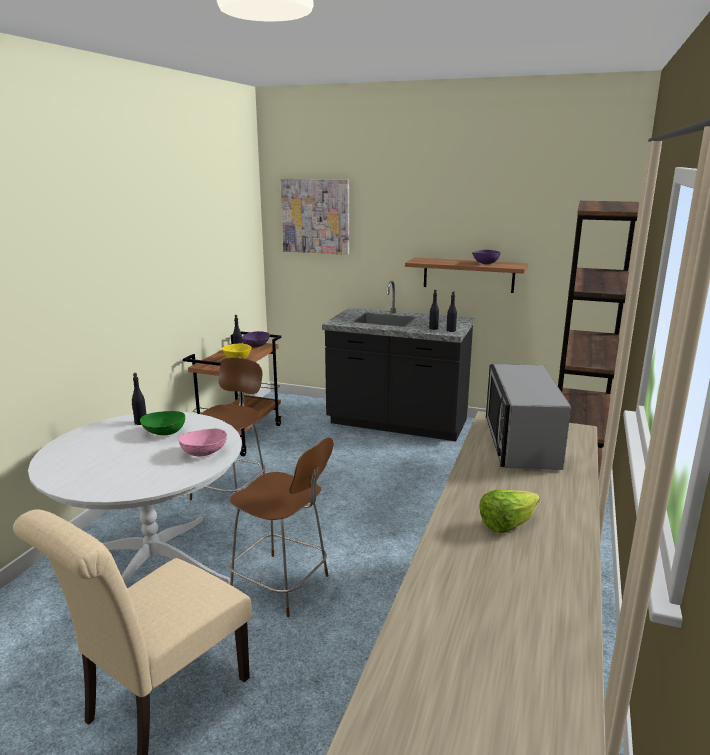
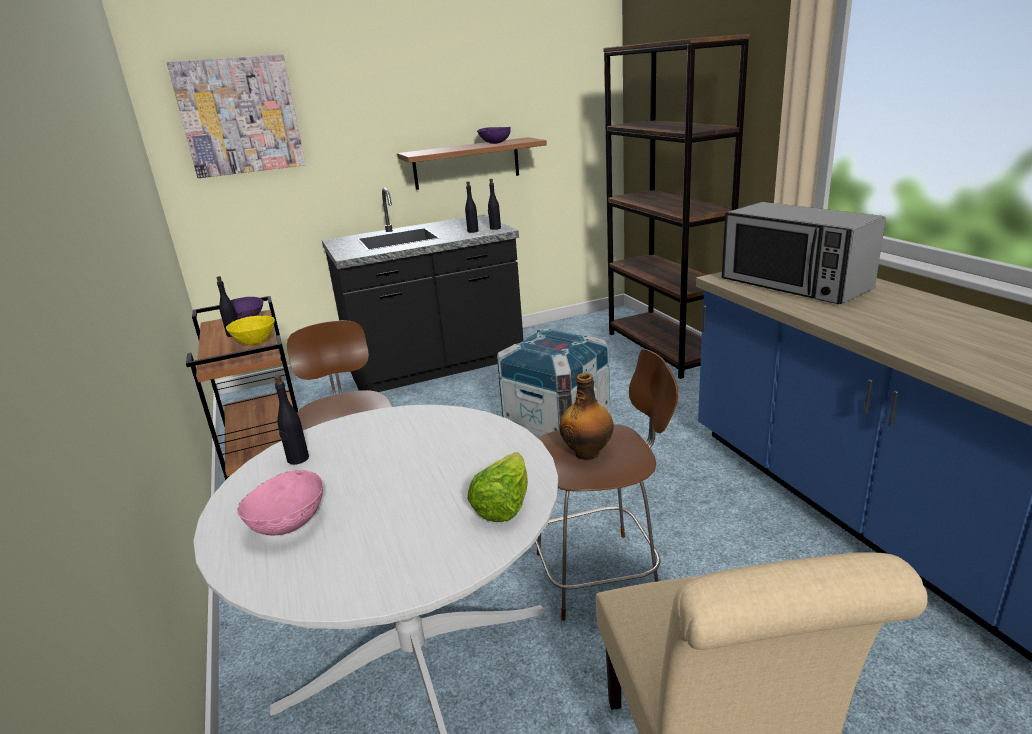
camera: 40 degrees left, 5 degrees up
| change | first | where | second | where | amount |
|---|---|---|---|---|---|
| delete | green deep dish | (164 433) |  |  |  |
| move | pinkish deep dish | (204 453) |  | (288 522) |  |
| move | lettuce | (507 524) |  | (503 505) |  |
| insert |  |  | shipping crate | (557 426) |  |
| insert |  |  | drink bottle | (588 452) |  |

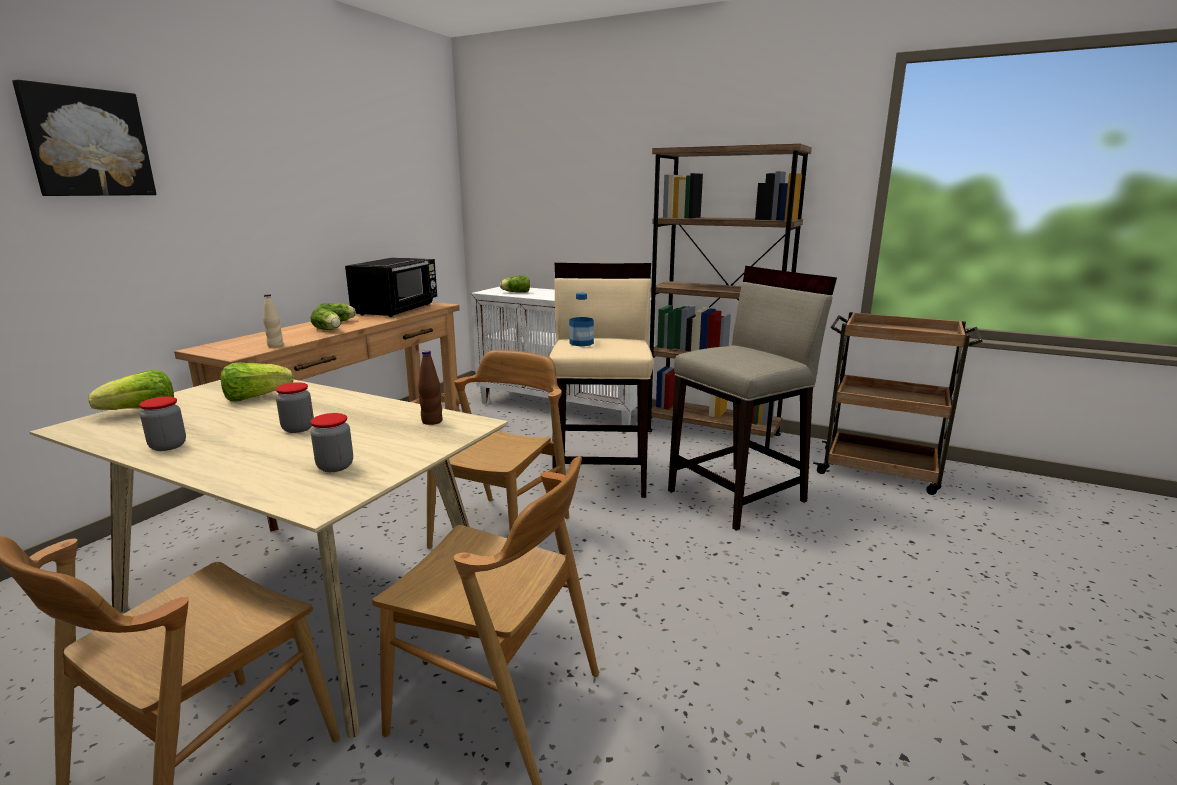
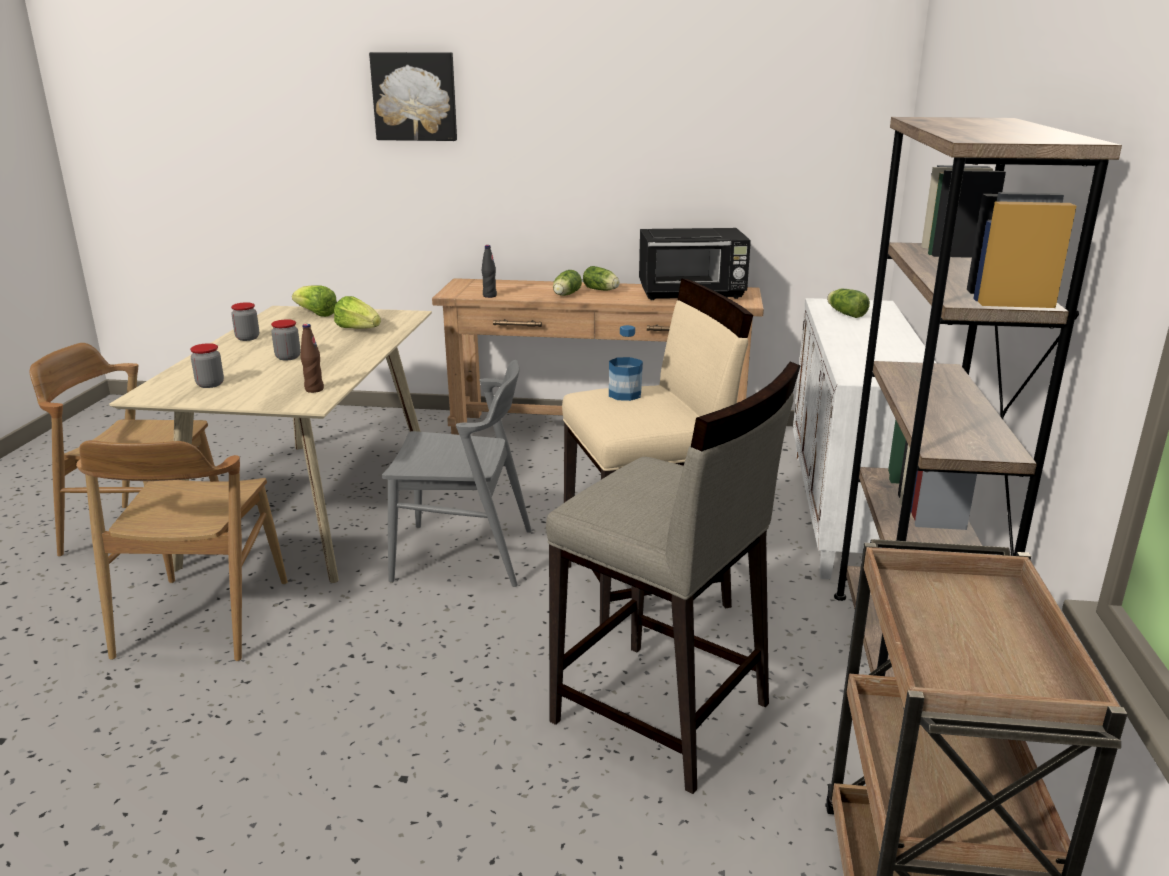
camera: 70 degrees right, 5 degrees up
| change | first | where | second | where | amount |
|---|---|---|---|---|---|
| recolor | sand-coloured drink bottle | (275 346) | black drink bottle | (489 296) |  |
| recolor | brownish plain chair | (502 532) | gray plain chair | (464 555) |  |

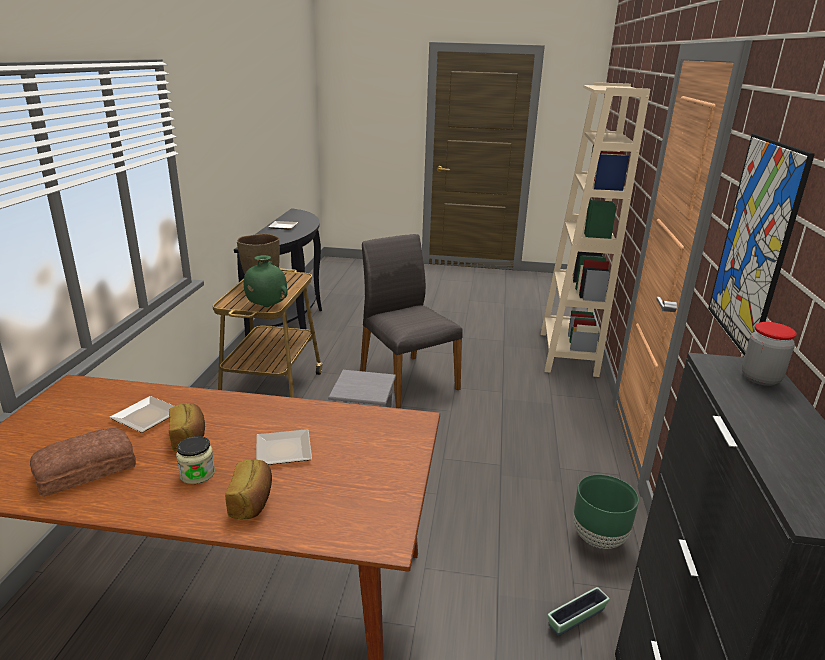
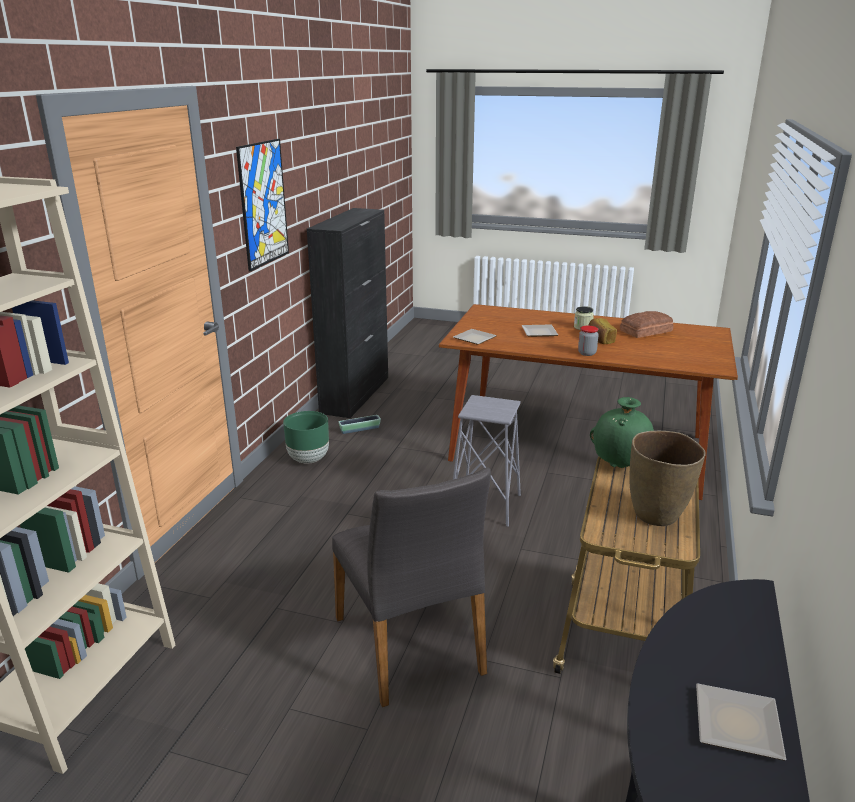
camera: 170 degrees left, 0 degrees up
| change | first | where | second | where | amount |
|---|---|---|---|---|---|
| move | storage jar | (760 378) |  | (587 353) |  |
| move | dinner plate | (149 417) |  | (473 339) |  |
| delete | baked bread | (252 501) |  |  |  |

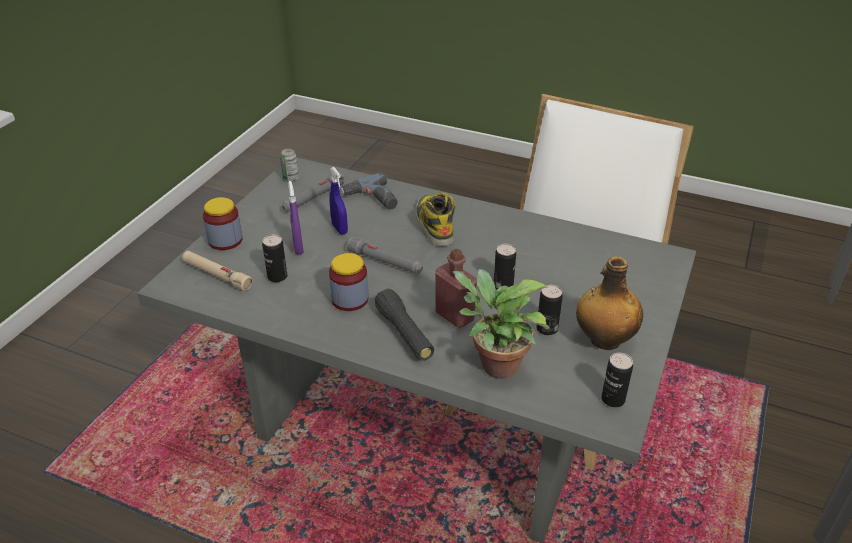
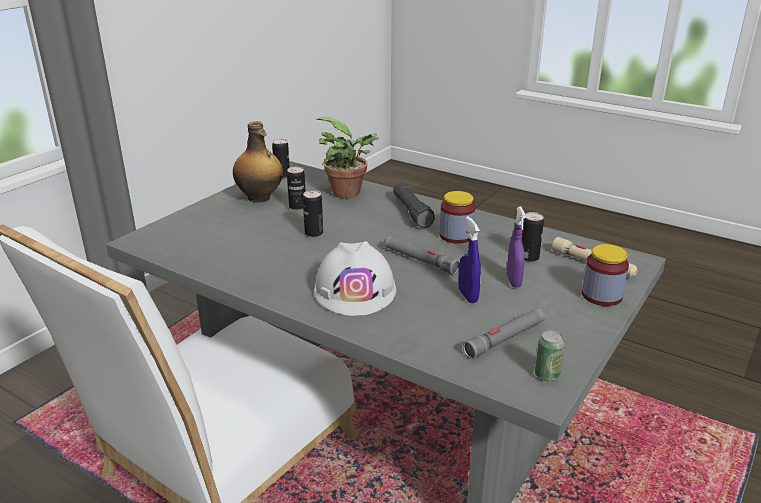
camera: 170 degrees left, 10 degrees down
| change | first | where | second | where | amount |
|---|---|---|---|---|---|
| delete | electric drill | (371 200) |  |  |  |
| replace | tall boot | (434 224) | white-coloured hard hat | (355 291) |  |
| delete | reddish drink bottle | (454 316) |  |  |  |

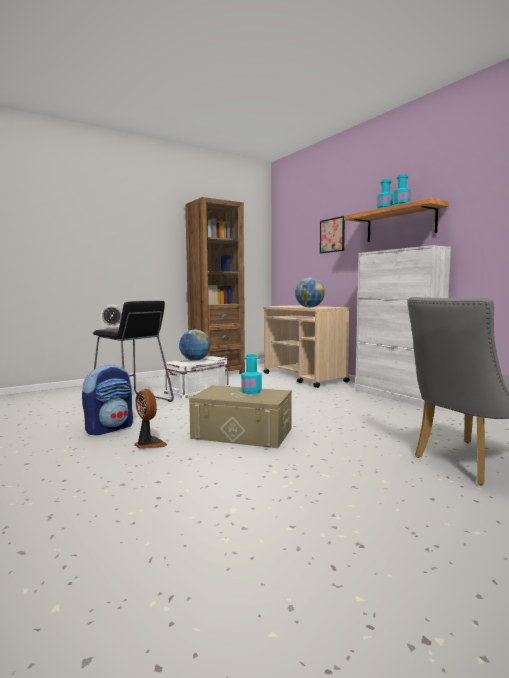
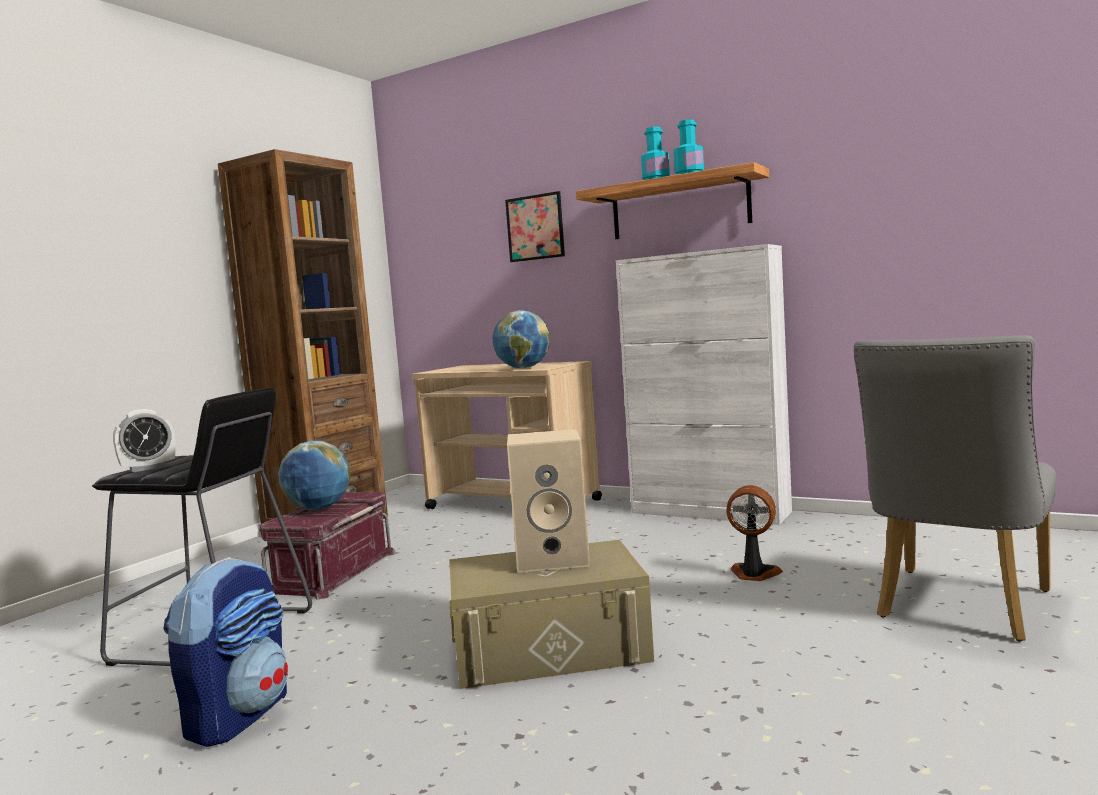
camera: 25 degrees left, 0 degrees up
| change | first | where | second | where | amount |
|---|---|---|---|---|---|
| replace | turquoise-coloured drink bottle | (251 392) | sand-coloured speaker | (554 558) |  |
| recolor | white-coloured storage box | (197 389) | reddish storage box | (331 572) |  |
| move | cooling fan | (149 444) |  | (754 574) |  |

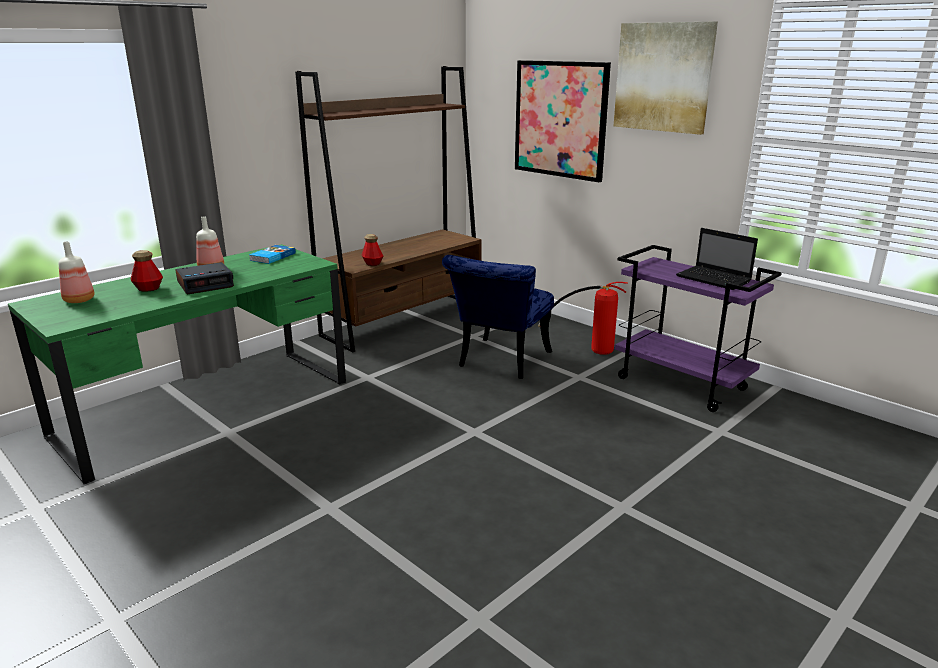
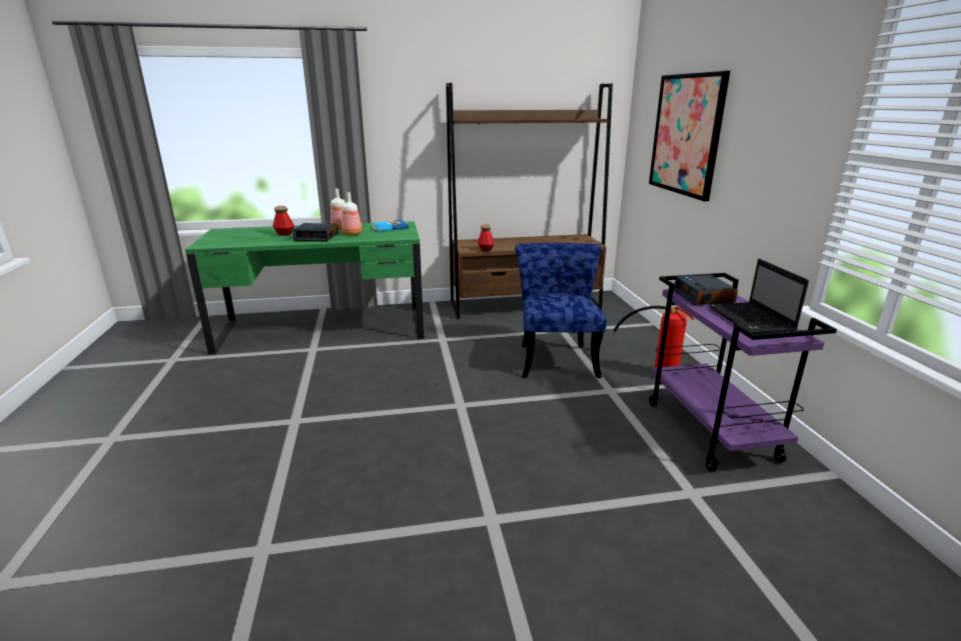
camera: 35 degrees right, 0 degrees up
| change | first | where | second | where | amount |
|---|---|---|---|---|---|
| delete | wall picture | (663 77) |  |  |  |
| move | drink bottle | (78 300) |  | (352 234) |  |
| rotate | bluish plain chair | (499 362) |  | (556 357) | 120 degrees clockwise |
| insert |  |  | table clock | (703 296) |  |

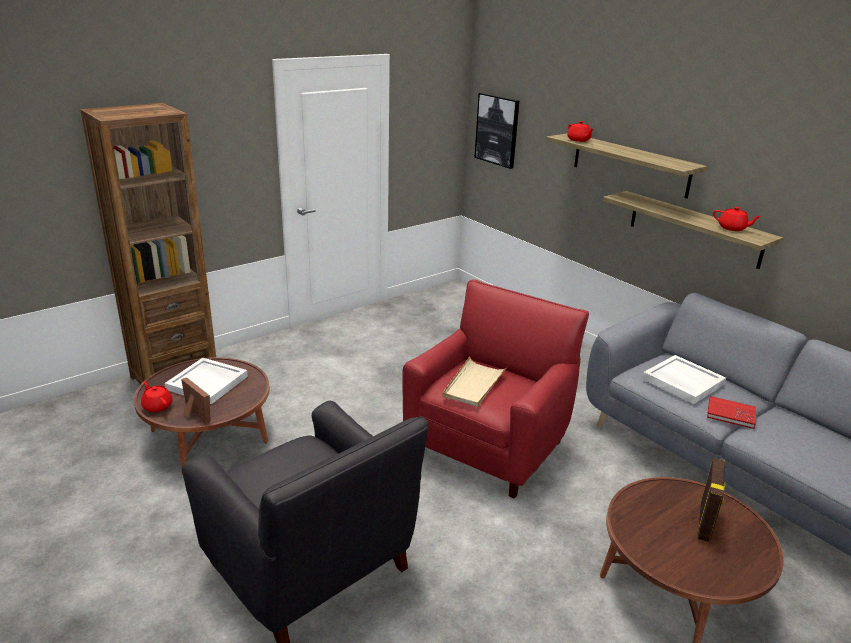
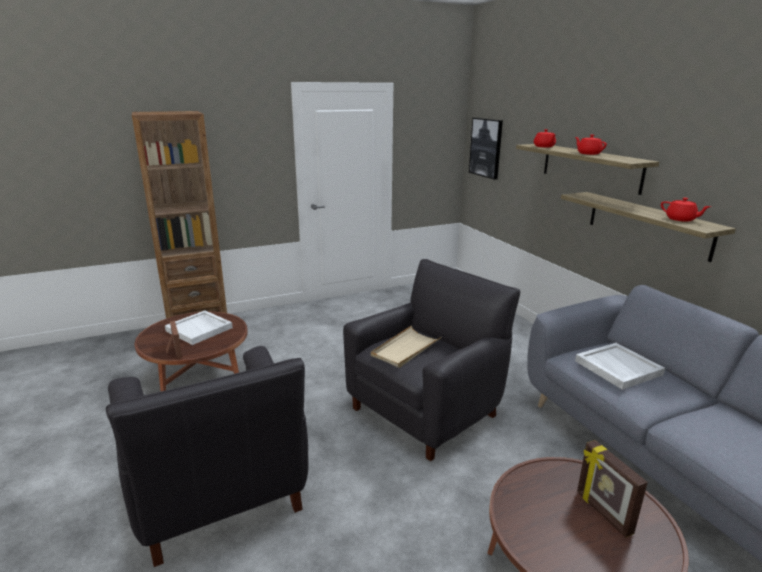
camera: 15 degrees right, 5 degrees down
| change | first | where | second | where | amount |
|---|---|---|---|---|---|
| recolor | reddish lounge chair | (489 446) | black lounge chair | (426 411) |  |
| move | reddish teapot | (157 406) |  | (588 153) |  |
| delete | reddish book | (730 414) |  |  |  |
| rotate | standing frame | (705 522) |  | (603 512) | 120 degrees clockwise |

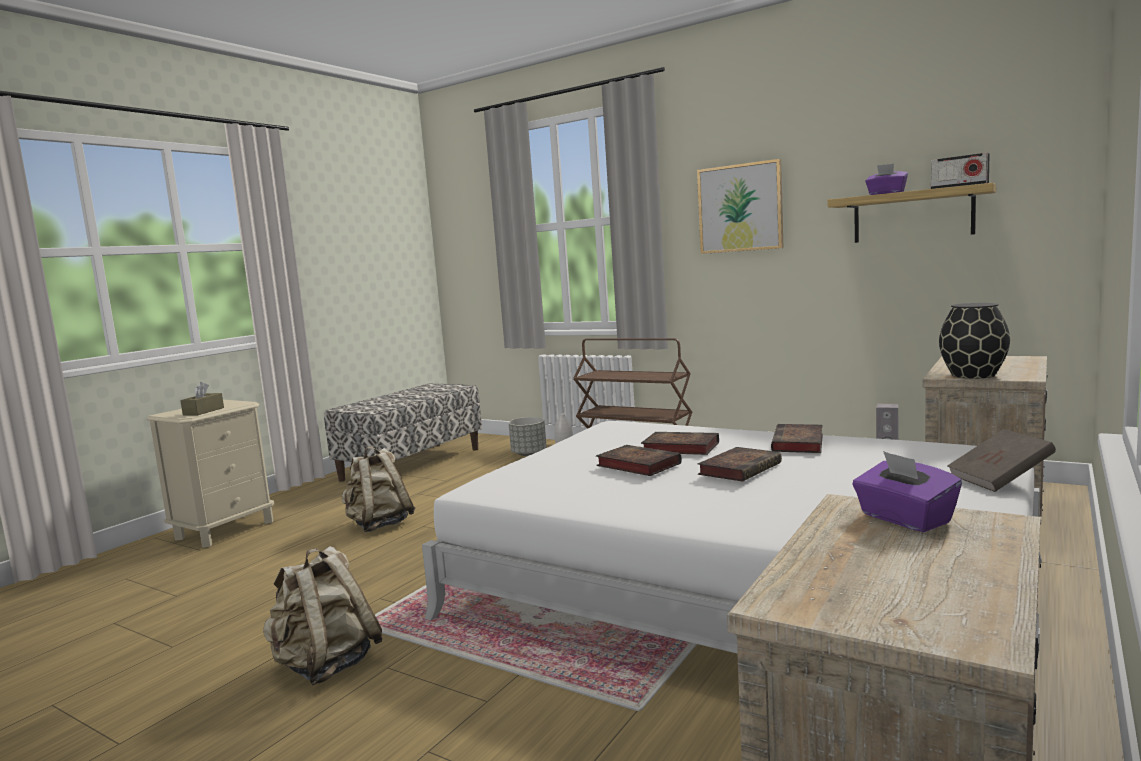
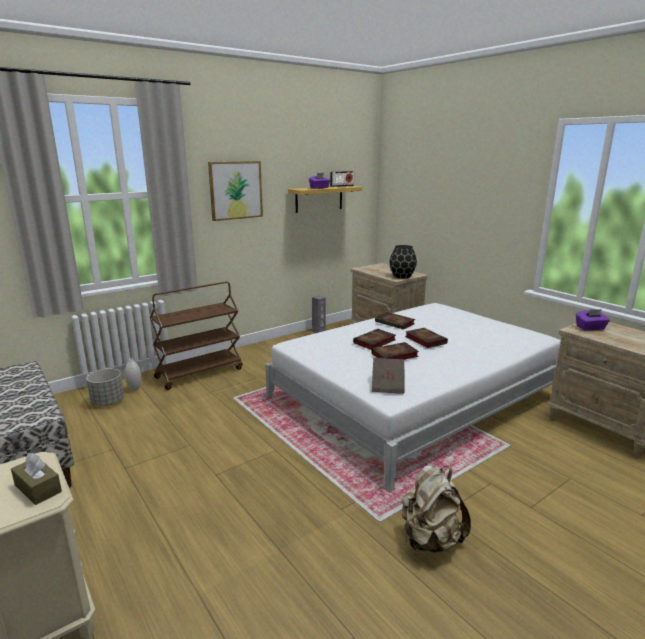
camera: 70 degrees left, 10 degrees up
| change | first | where | second | where | amount |
|---|---|---|---|---|---|
| move | brownish book | (999 479) |  | (387 385) |  |
| delete | sand-coloured rucksack | (379 525) |  |  |  |

